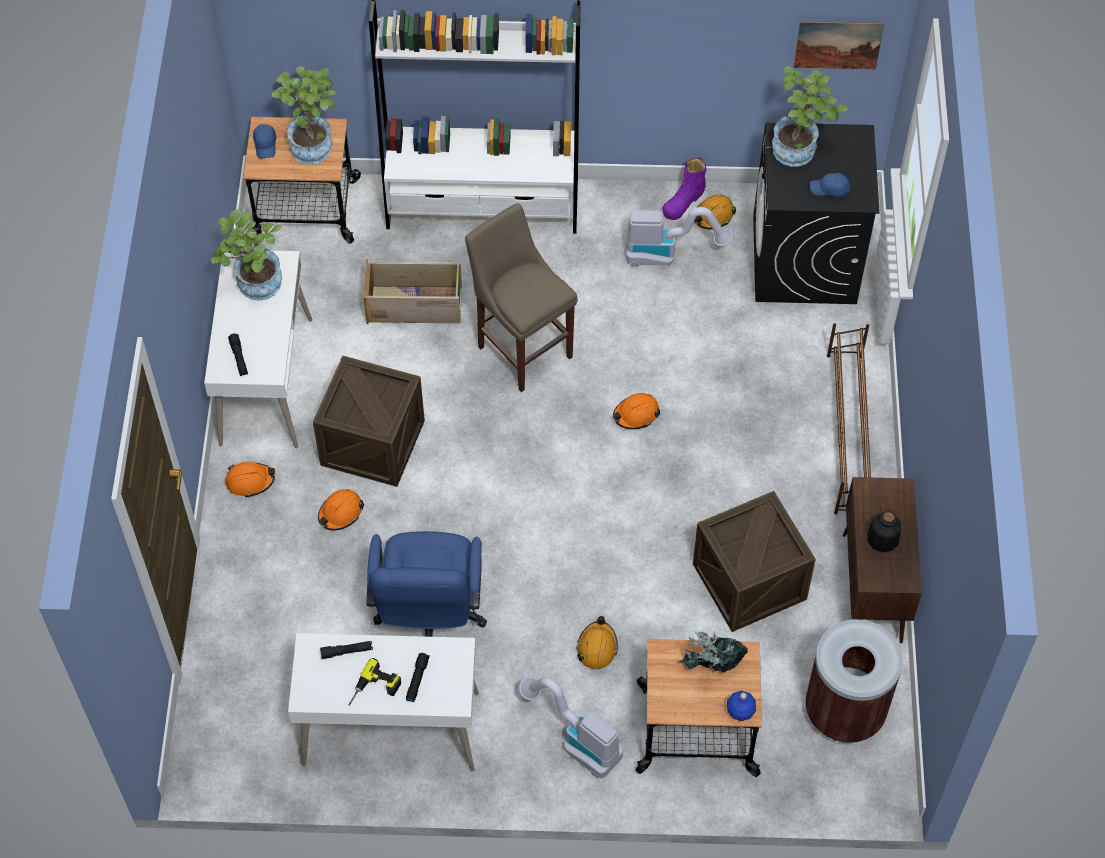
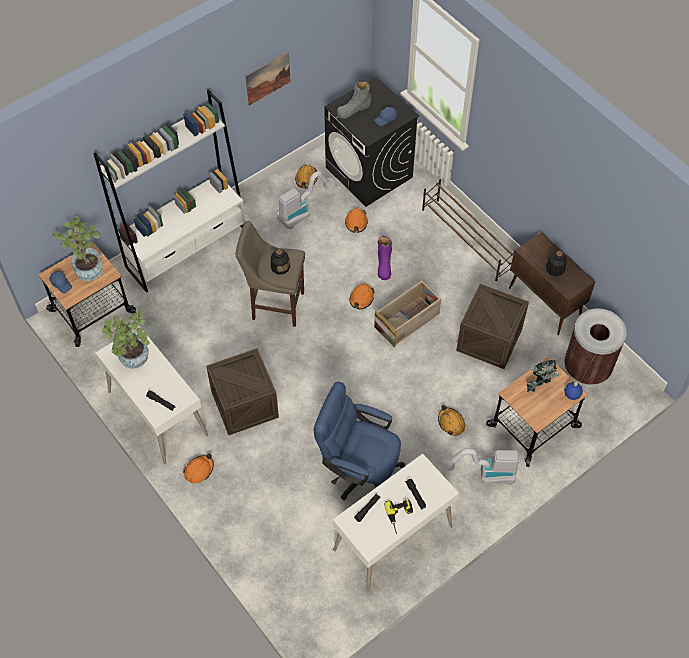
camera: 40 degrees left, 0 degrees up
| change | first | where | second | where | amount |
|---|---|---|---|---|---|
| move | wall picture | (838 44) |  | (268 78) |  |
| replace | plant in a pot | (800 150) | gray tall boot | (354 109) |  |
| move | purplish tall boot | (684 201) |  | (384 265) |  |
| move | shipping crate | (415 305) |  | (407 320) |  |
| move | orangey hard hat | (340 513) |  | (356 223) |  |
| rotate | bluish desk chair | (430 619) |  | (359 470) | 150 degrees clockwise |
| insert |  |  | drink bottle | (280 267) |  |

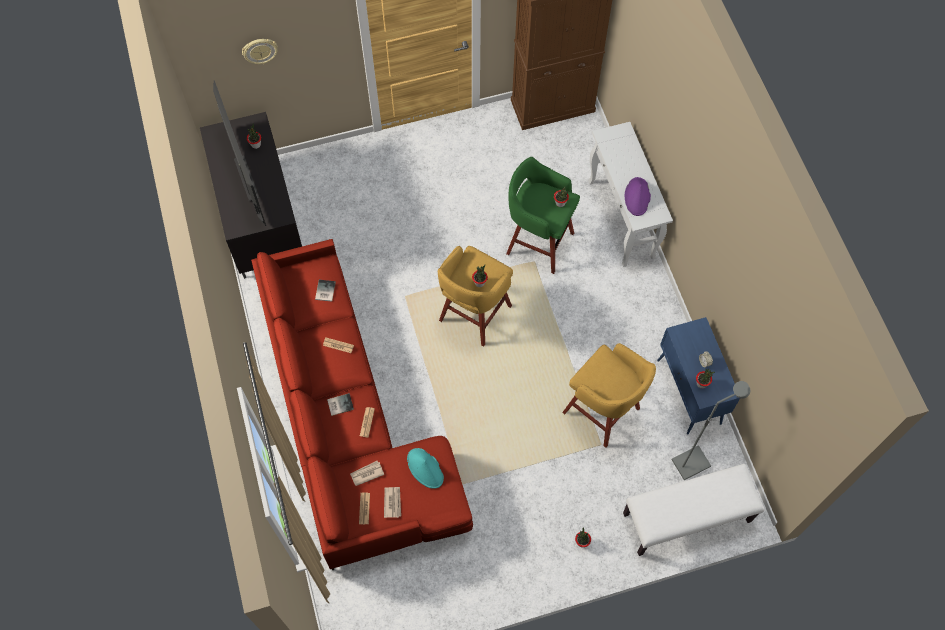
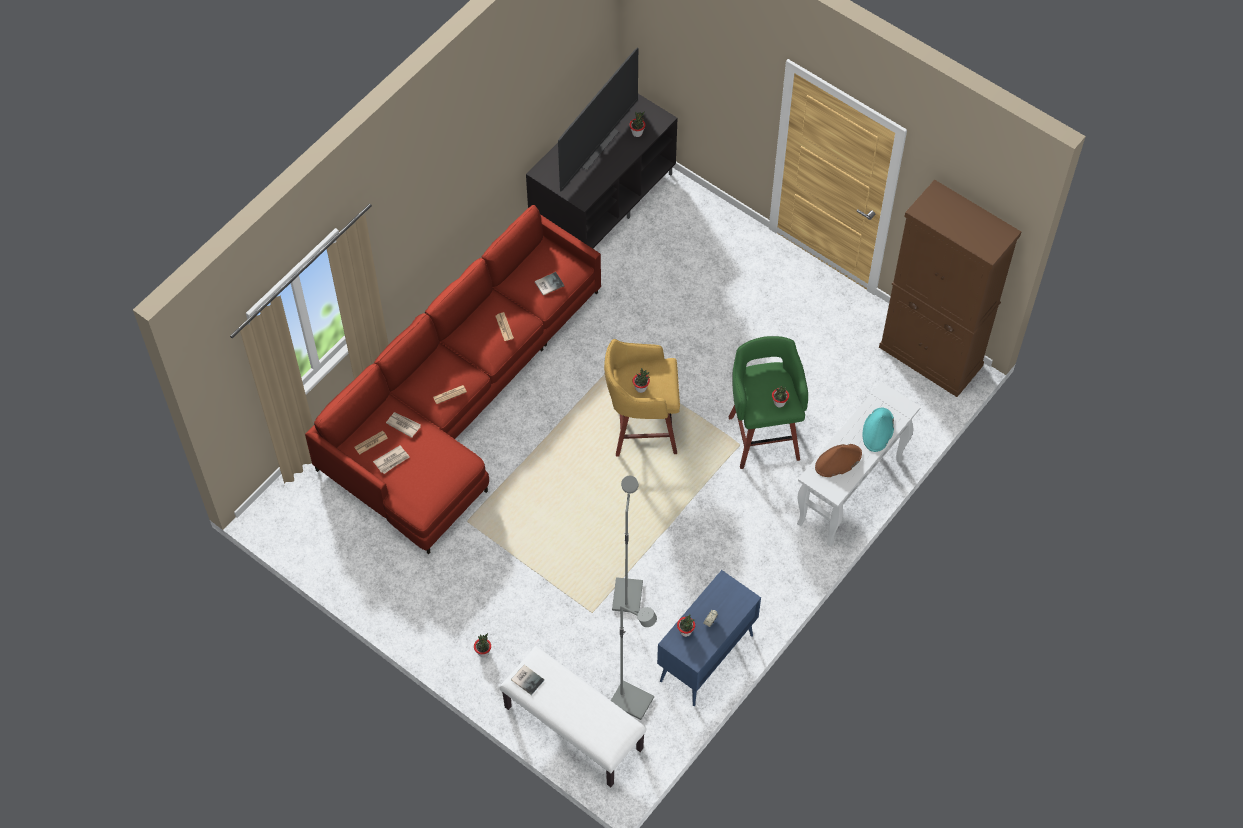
camera: 55 degrees right, 5 degrees down
| change | first | where | second | where | amount |
|---|---|---|---|---|---|
| delete | clock on the wall | (260 50) |  |  |  |
| recolor | purplish hat | (637 197) | brownish hat | (838 461) |  |
| replace | yellowish stool seat | (603 412) | gray standard lamp | (626 595) |  |
| move | book | (339 404) |  | (527 679) |  |
| move | turquoise-coloured hat | (425 468) |  | (878 430) |  |

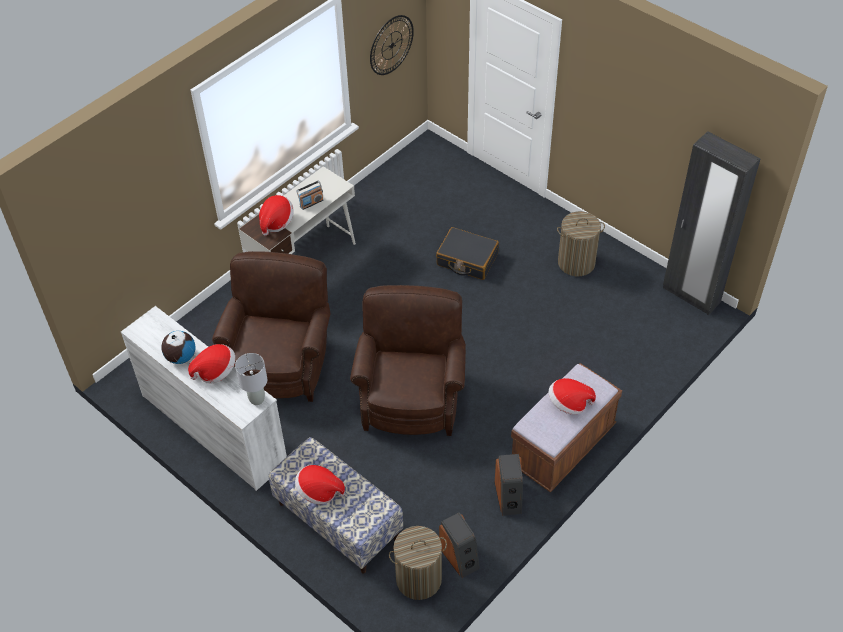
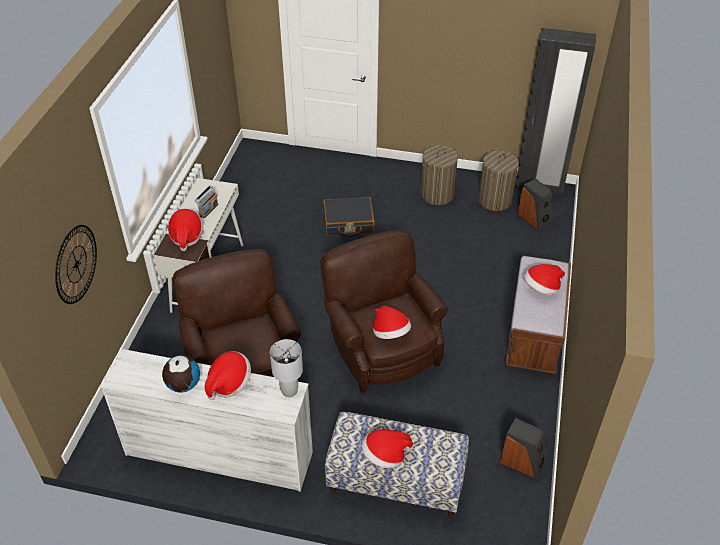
camera: 30 degrees left, 5 degrees down
| change | first | where | second | where | amount |
|---|---|---|---|---|---|
| move | clock on the wall | (391 45) |  | (76 264) |  |
| move | speaker | (509 497) |  | (534 219) |  |
| move | washing basket | (418 579) |  | (495 200) |  |
| insert |  |  | hat | (390 333) |  |

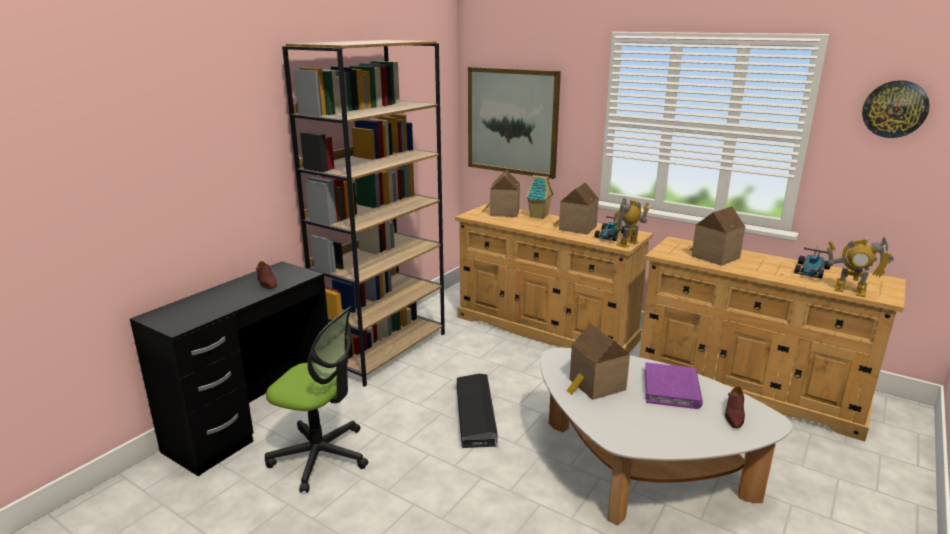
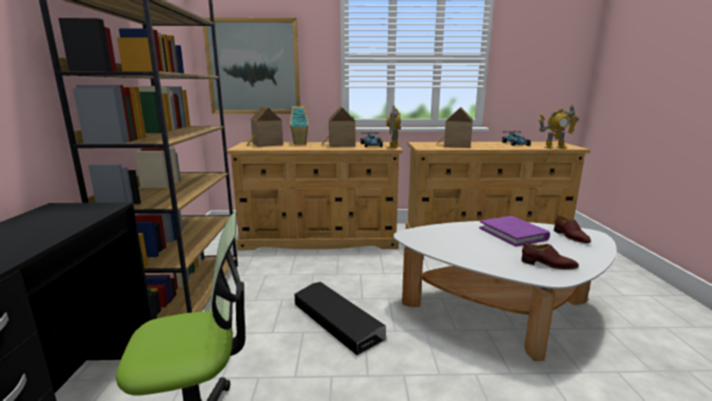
camera: 35 degrees left, 5 degrees down
| change | first | where | second | where | amount |
|---|---|---|---|---|---|
| delete | clock on the wall | (895 109) |  |  |  |
| move | brownish shoe | (266 283) |  | (548 265) |  |
| delete | miniature house | (595 386) |  |  |  |

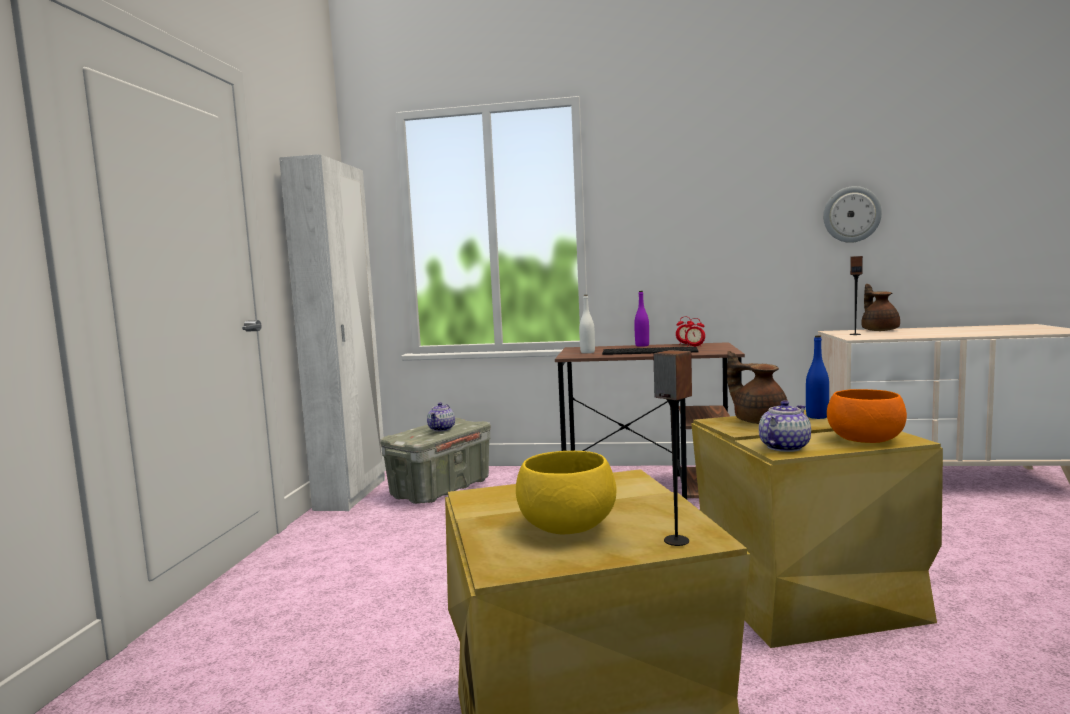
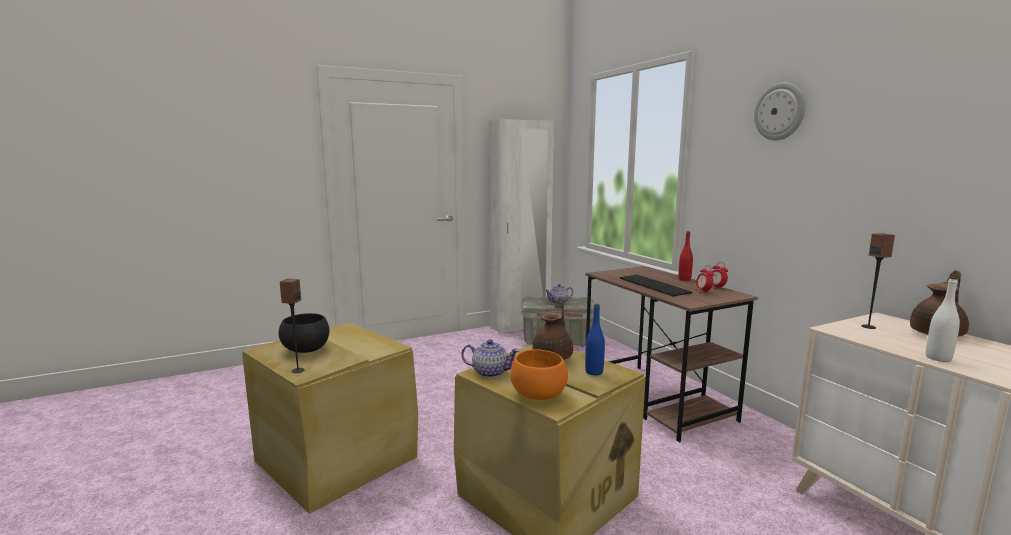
camera: 55 degrees right, 5 degrees up
| change | first | where | second | where | amount |
|---|---|---|---|---|---|
| move | clock on the wall | (851 214) |  | (780 111) |  |
| recolor | purplish drink bottle | (642 345) | reddish drink bottle | (684 279) |  |
| move | white-coloured drink bottle | (587 352) |  | (938 358) |  |
| recolor | yellowish deep dish | (567 526) | black deep dish | (305 349) |  |

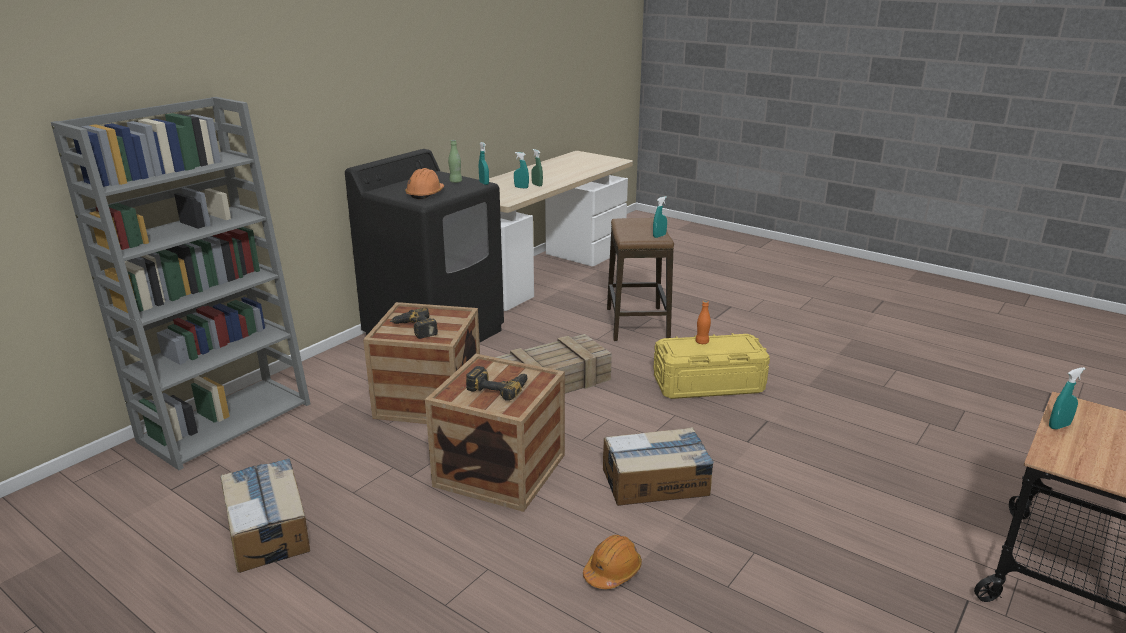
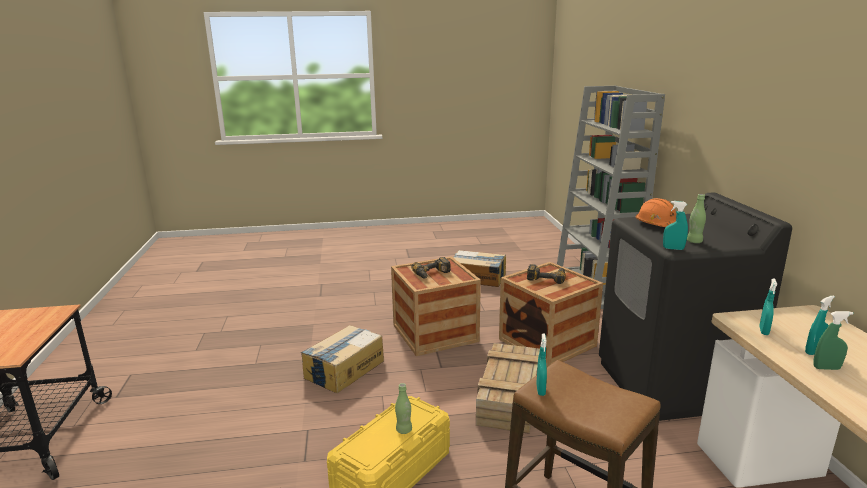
camera: 135 degrees right, 5 degrees down
| change | first | where | second | where | amount |
|---|---|---|---|---|---|
| recolor | orangey drink bottle | (702 342) | green drink bottle | (404 430) |  |
| move | turquoise-coloured spray bottle | (1059 426) |  | (763 331) |  |
| delete | orangey hard hat | (612 571) |  |  |  |

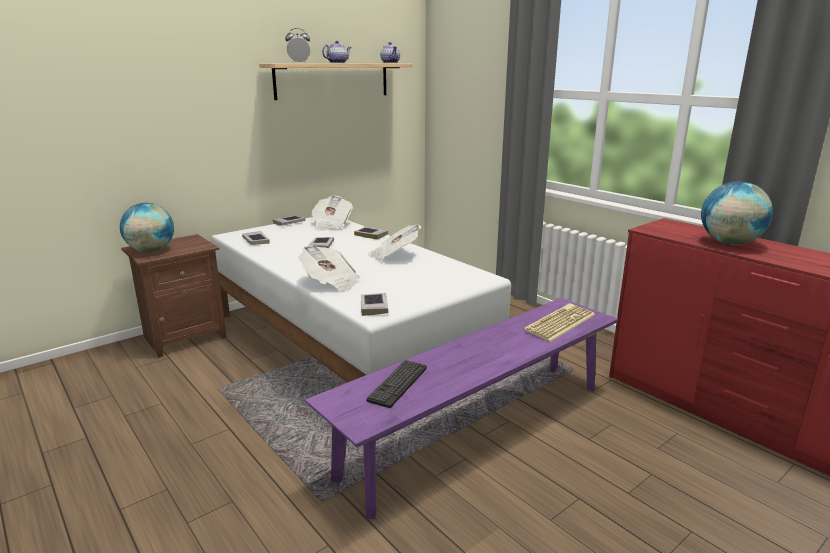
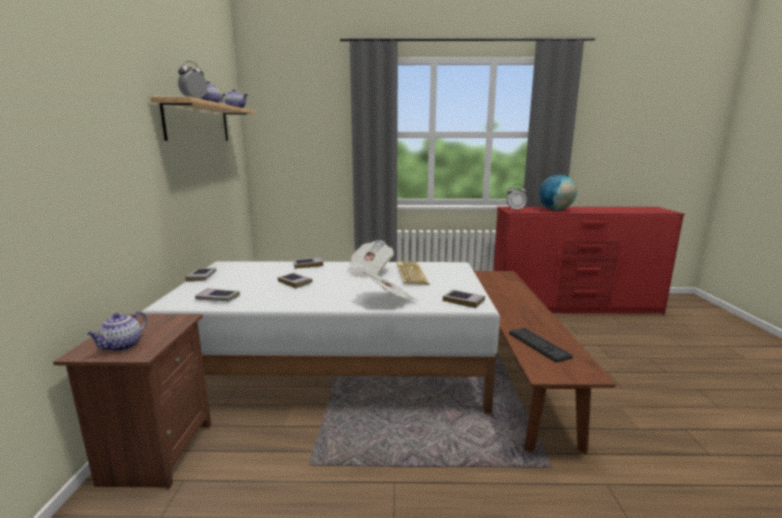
camera: 50 degrees left, 5 degrees down
| change | first | where | second | where | amount |
|---|---|---|---|---|---|
| delete | printed paper | (331 225) |  |  |  |
| replace | globe | (151 251) | teapot | (122 346) |  |
| recolor | purplish long seat | (479 429) | brownish long seat | (514 370) |  |
| move | keyboard | (559 322) |  | (410 274) |  |
| insert |  |  | table clock | (515 210) |  |

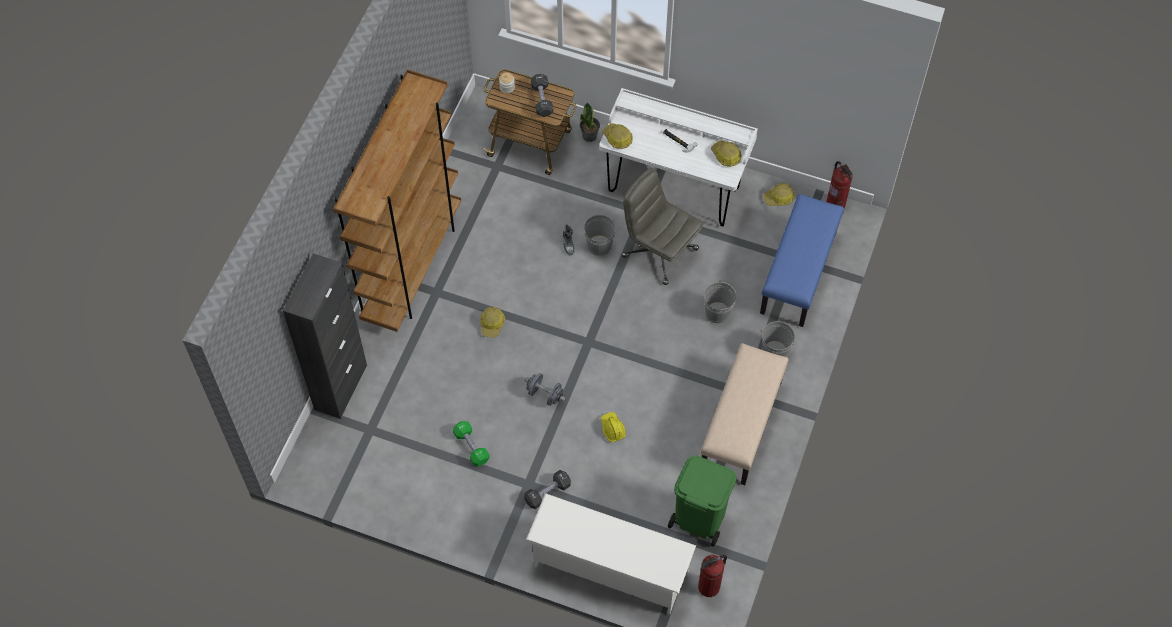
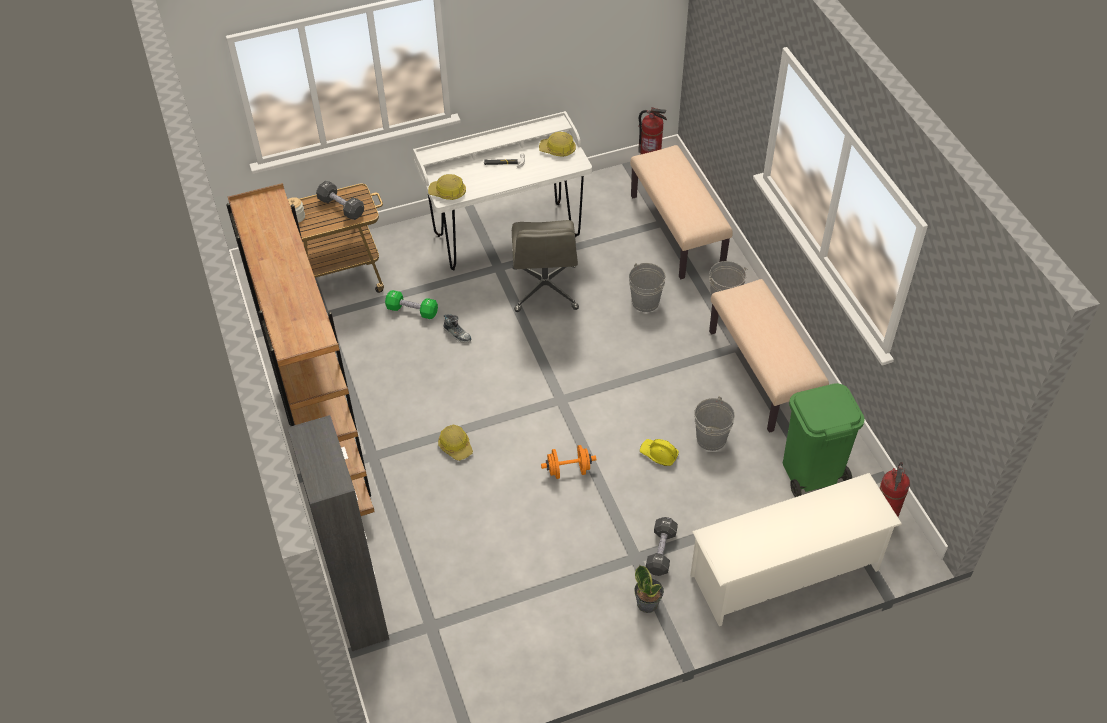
camera: 40 degrees left, 10 degrees down
| change | first | where | second | where | amount |
|---|---|---|---|---|---|
| move | plant in a pot | (590 135) |  | (647 603) |  |
| rotate | gray desk chair | (659 252) |  | (545 289) | 90 degrees counterclockwise |
| delete | hard hat | (779 198) |  |  |  |
| recolor | bluish long seat | (799 274) | sand-coloured long seat | (677 231) |  |
| move | gray pail | (599 245) |  | (711 438) |  |
| recolor | gray dumbbell | (545 394) | orangey dumbbell | (568 470) |  |
| move | green dumbbell | (471 447) |  | (412 311) |  |

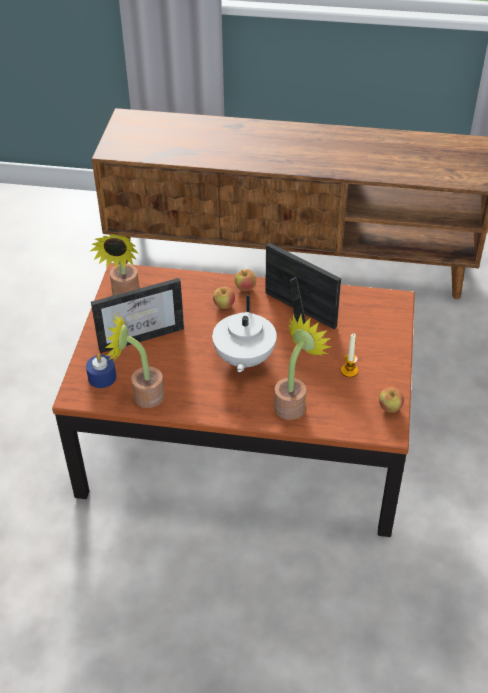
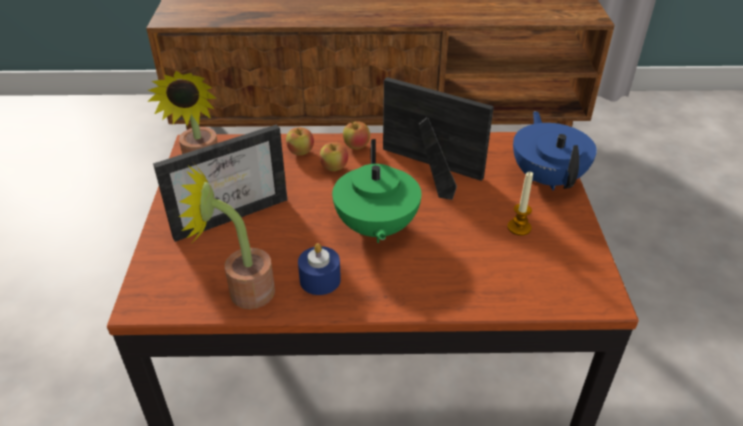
camera: 10 degrees left, 5 degrees down
| change | first | where | second | where | amount |
|---|---|---|---|---|---|
| recolor | white-coloured teapot | (243 359) | green teapot | (375 228) |  |
| delete | plant in a pot | (293 403) |  |  |  |
| move | bluish wax light | (102 377) |  | (320 279) |  |
| move | apple | (390 408) |  | (300 152) |  |
| insert |  |  | bluish teapot | (547 178) |  |

